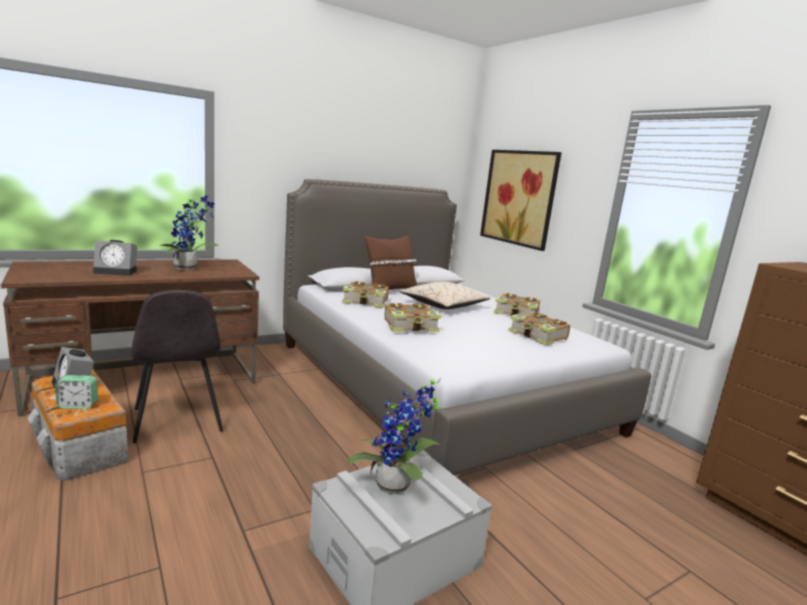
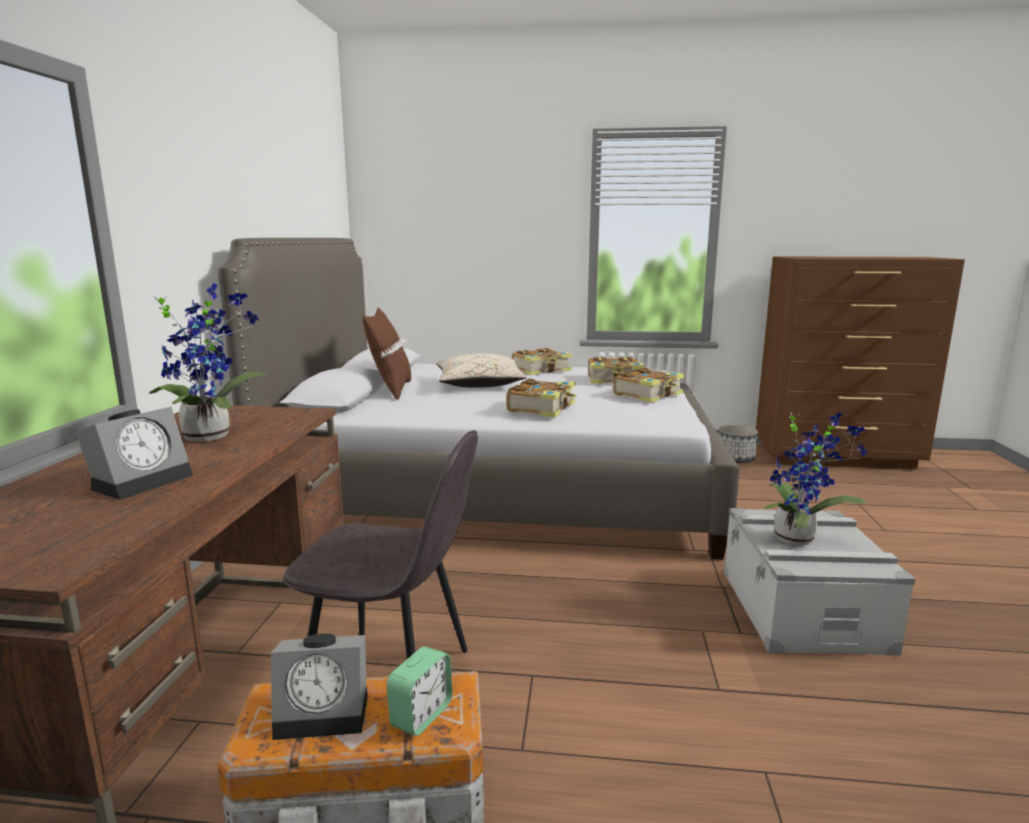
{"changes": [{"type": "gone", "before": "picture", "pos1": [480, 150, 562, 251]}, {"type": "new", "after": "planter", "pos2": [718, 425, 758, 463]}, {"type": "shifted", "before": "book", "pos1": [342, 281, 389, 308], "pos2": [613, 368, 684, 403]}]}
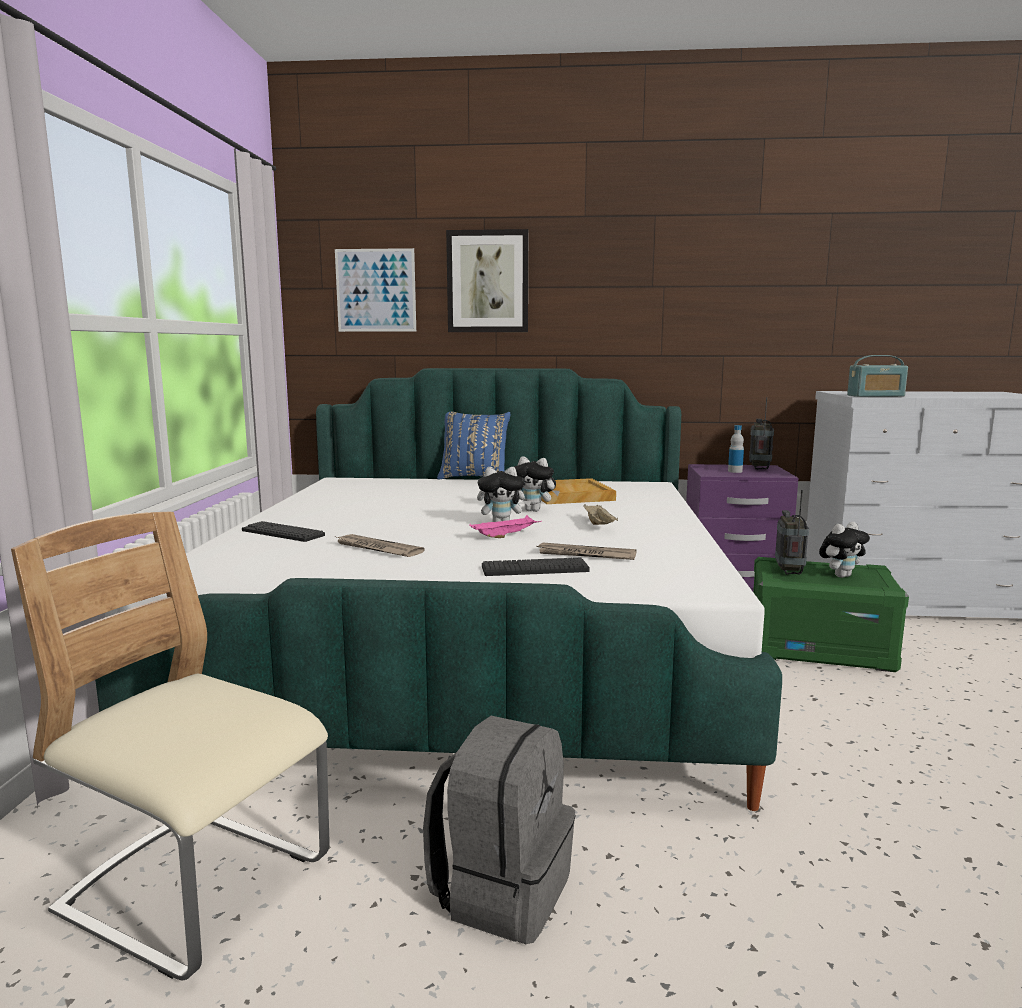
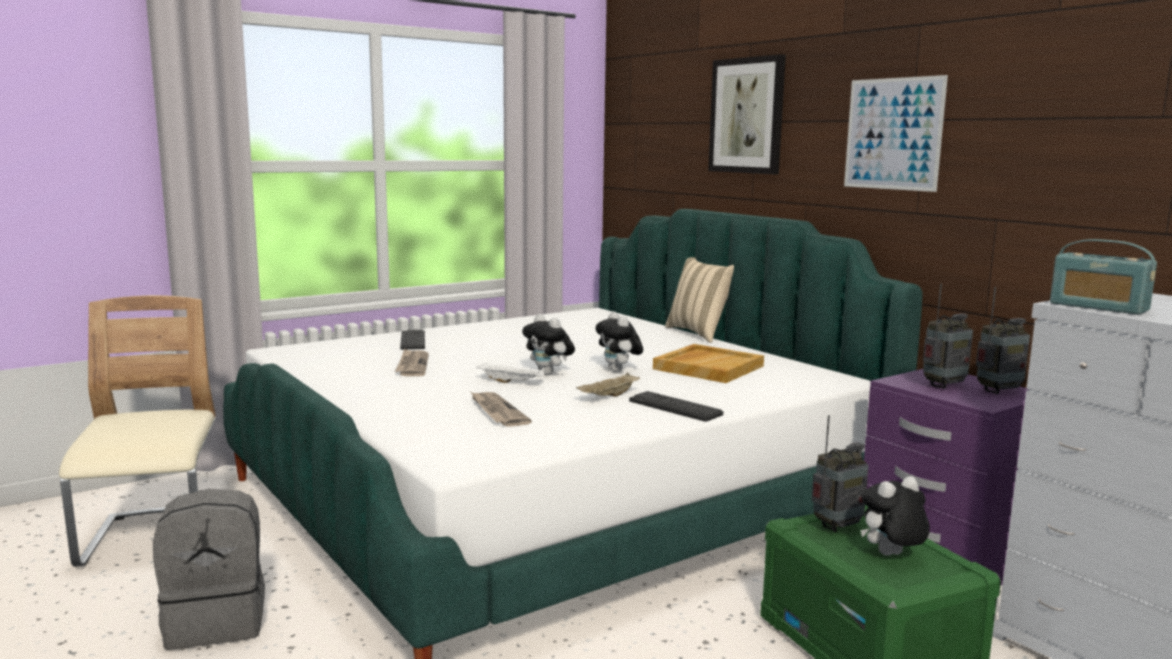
{"changes": [{"type": "shifted", "before": "picture", "pos1": [335, 248, 416, 332], "pos2": [844, 75, 948, 192]}, {"type": "shifted", "before": "keyboard", "pos1": [482, 558, 590, 576], "pos2": [629, 391, 723, 422]}, {"type": "swapped", "before": "bottle", "after": "radio", "pos1": [728, 425, 744, 473], "pos2": [923, 284, 973, 389]}, {"type": "repainted", "before": "blue pillow", "after": "beige pillow", "pos1": [437, 411, 510, 480], "pos2": [665, 257, 734, 343]}, {"type": "repainted", "before": "pink tray", "after": "white tray", "pos1": [469, 515, 541, 538], "pos2": [476, 363, 545, 383]}, {"type": "rotated", "before": "plush toy", "pos1": [819, 522, 870, 578], "pos2": [860, 476, 930, 556], "turn": 135}]}
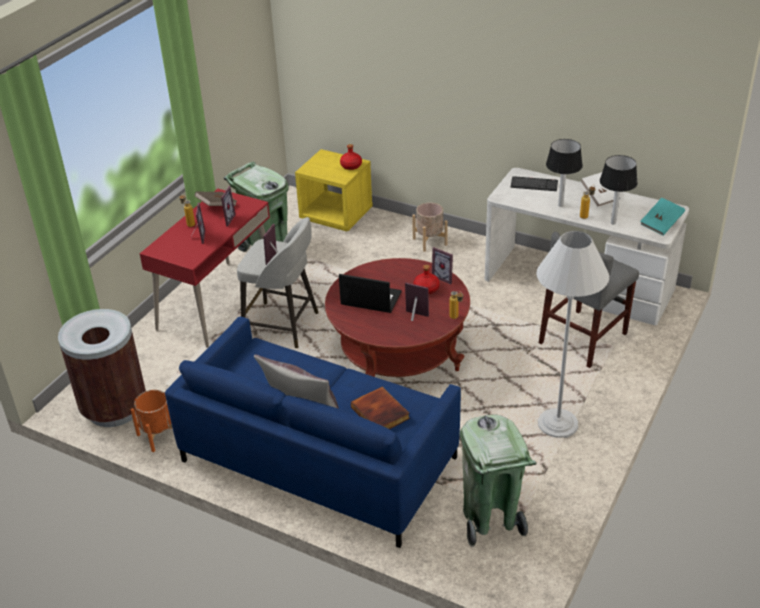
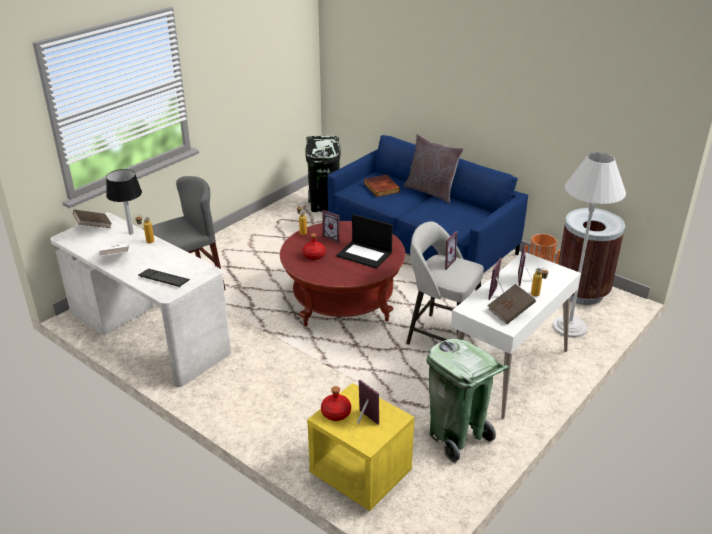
{"changes": [{"type": "gone", "before": "beige planter", "pos1": [412, 203, 448, 252]}, {"type": "gone", "before": "table lamp", "pos1": [546, 139, 583, 207]}, {"type": "shifted", "before": "picture frame", "pos1": [432, 247, 453, 284], "pos2": [357, 380, 379, 425]}, {"type": "shifted", "before": "white floor lamp", "pos1": [537, 231, 609, 438], "pos2": [553, 152, 626, 338]}, {"type": "repainted", "before": "red desk", "after": "white desk", "pos1": [140, 189, 270, 348], "pos2": [451, 252, 581, 419]}, {"type": "repainted", "before": "green trash can", "after": "black trash can", "pos1": [460, 414, 537, 547], "pos2": [305, 136, 340, 212]}, {"type": "repainted", "before": "turquoise book", "after": "brown book", "pos1": [640, 198, 685, 236], "pos2": [73, 210, 112, 228]}]}
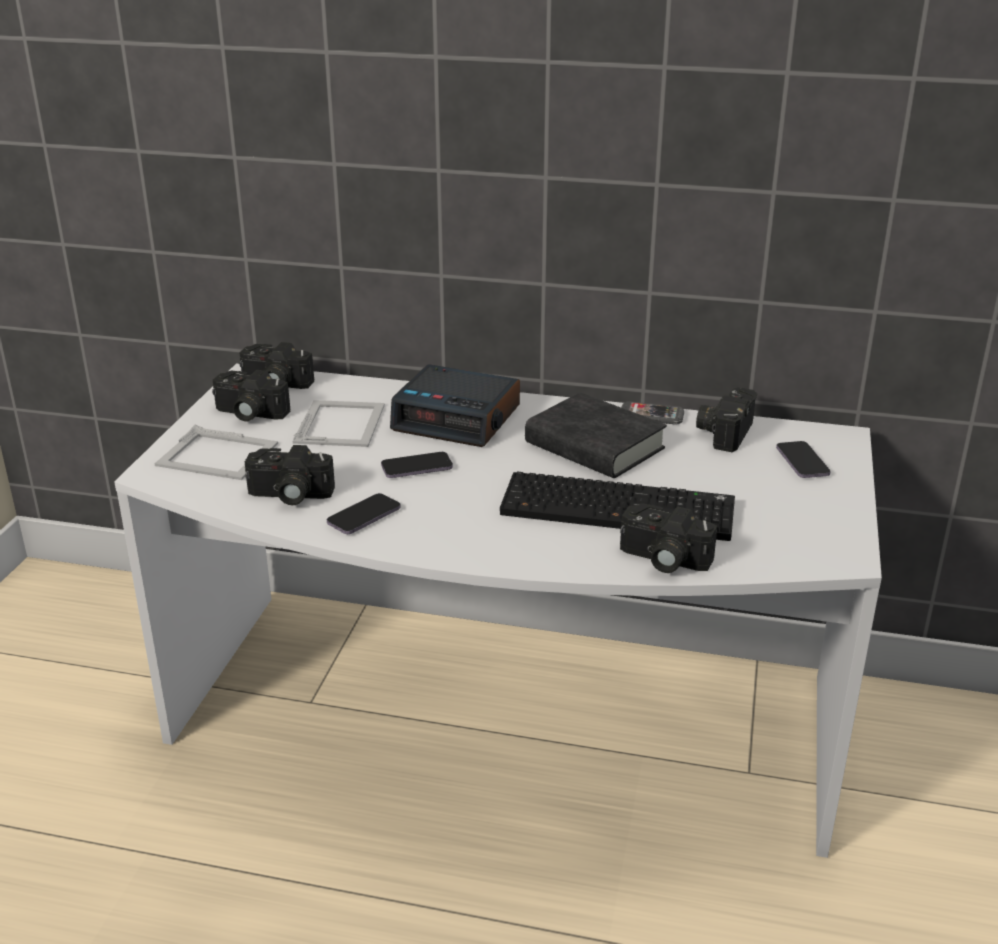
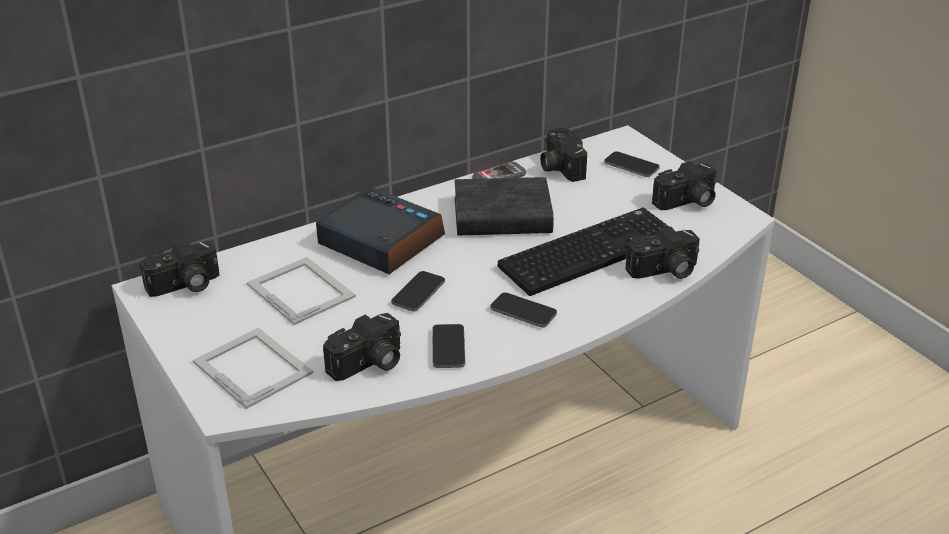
{"changes": [{"type": "new", "after": "phone", "pos2": [490, 292, 557, 327]}, {"type": "shifted", "before": "photo camera", "pos1": [212, 370, 291, 421], "pos2": [652, 161, 717, 210]}, {"type": "rotated", "before": "picture frame", "pos1": [154, 425, 278, 480], "pos2": [193, 328, 313, 409], "turn": -105}, {"type": "rotated", "before": "alarm clock", "pos1": [390, 364, 520, 447], "pos2": [316, 186, 445, 274], "turn": -120}]}
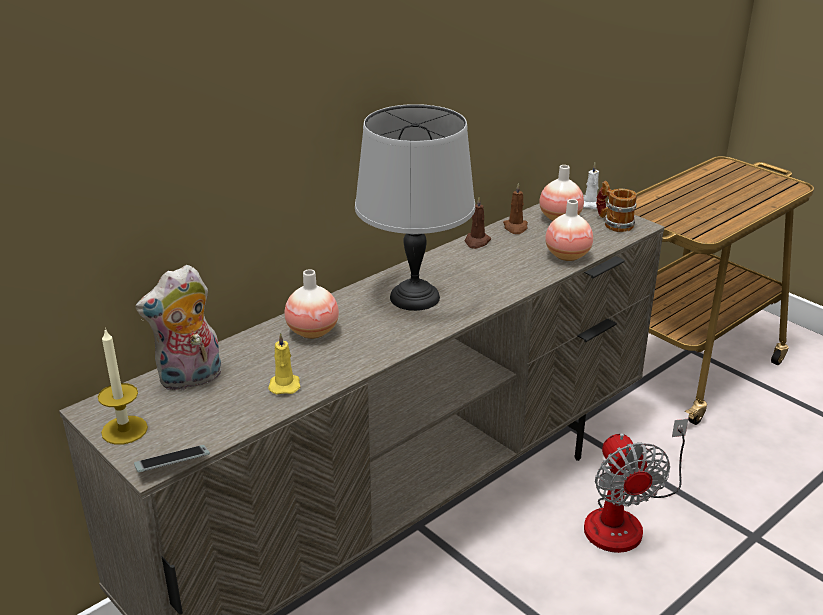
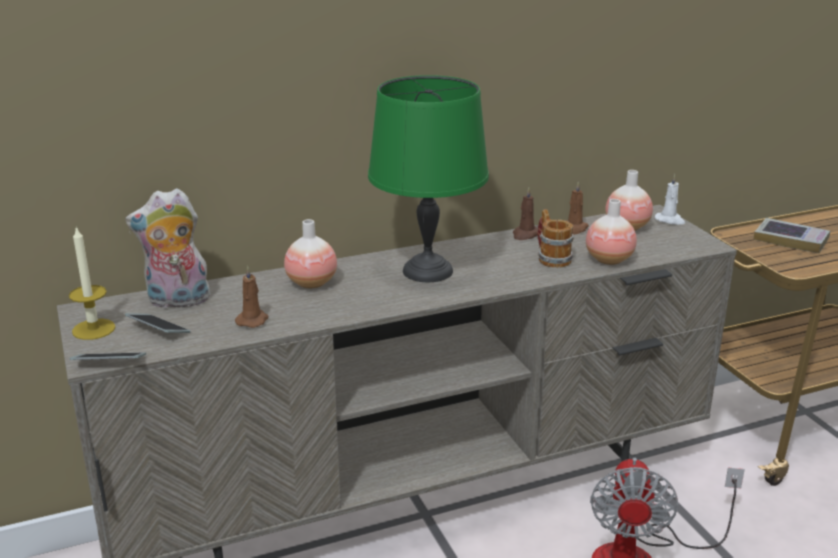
{"changes": [{"type": "new", "after": "phone", "pos2": [125, 313, 191, 333]}, {"type": "new", "after": "book", "pos2": [753, 218, 830, 253]}, {"type": "shifted", "before": "mug", "pos1": [596, 181, 637, 232], "pos2": [537, 209, 574, 268]}, {"type": "repainted", "before": "yellow candle", "after": "brown candle", "pos1": [268, 333, 301, 394], "pos2": [235, 266, 269, 328]}, {"type": "repainted", "before": "grey table lamp", "after": "green table lamp", "pos1": [355, 104, 475, 311], "pos2": [368, 75, 489, 282]}]}
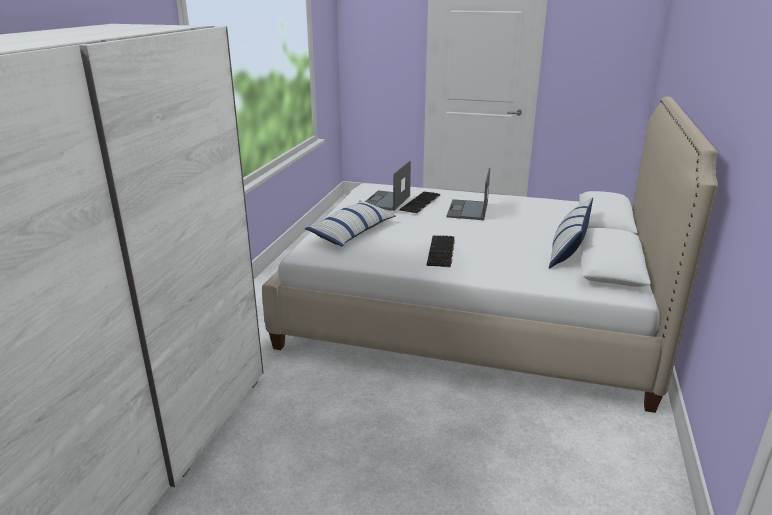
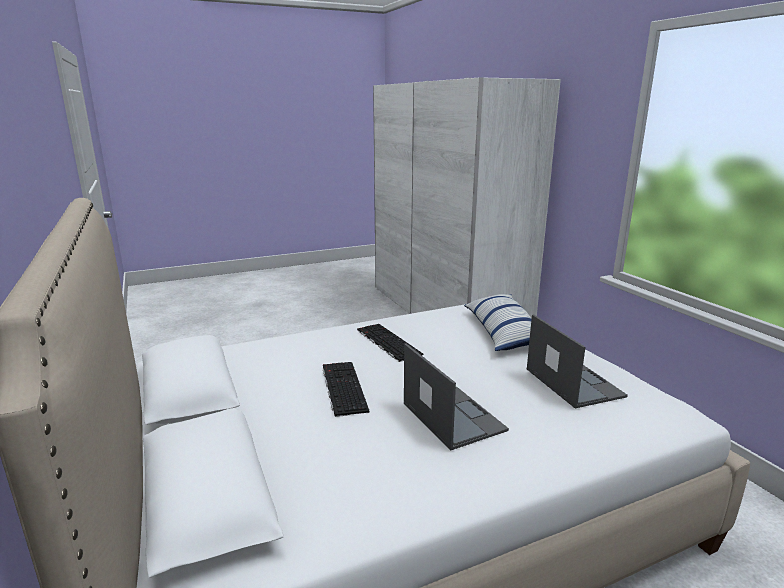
{"changes": [{"type": "gone", "before": "pillow", "pos1": [549, 198, 593, 268]}, {"type": "shifted", "before": "keyboard", "pos1": [399, 192, 440, 214], "pos2": [323, 362, 369, 417]}]}
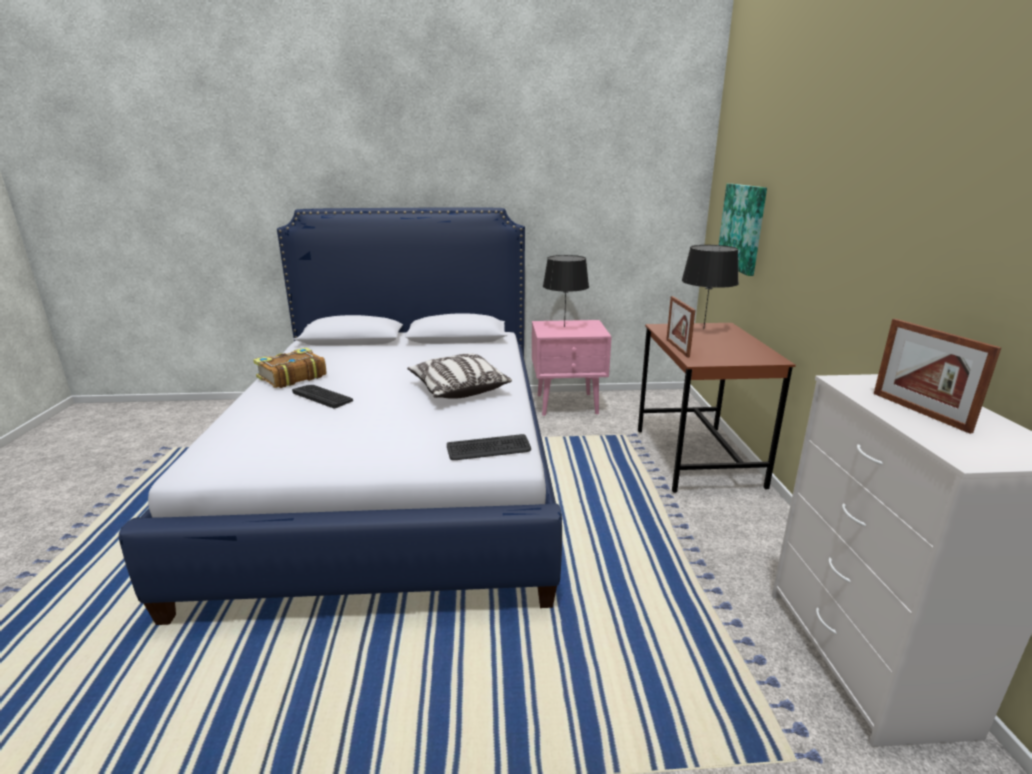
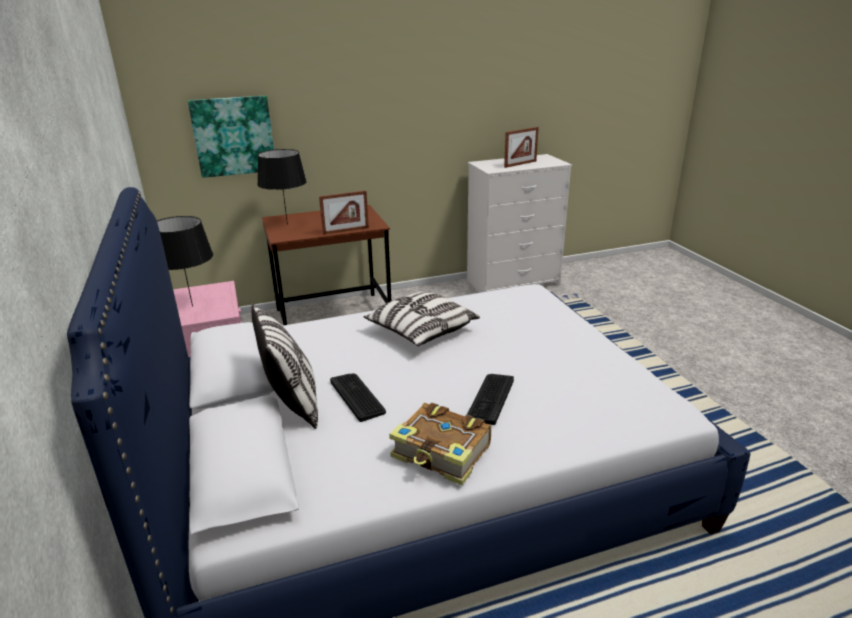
{"changes": [{"type": "new", "after": "pillow", "pos2": [251, 303, 318, 429]}, {"type": "shifted", "before": "keyboard", "pos1": [447, 434, 531, 460], "pos2": [330, 374, 386, 422]}]}
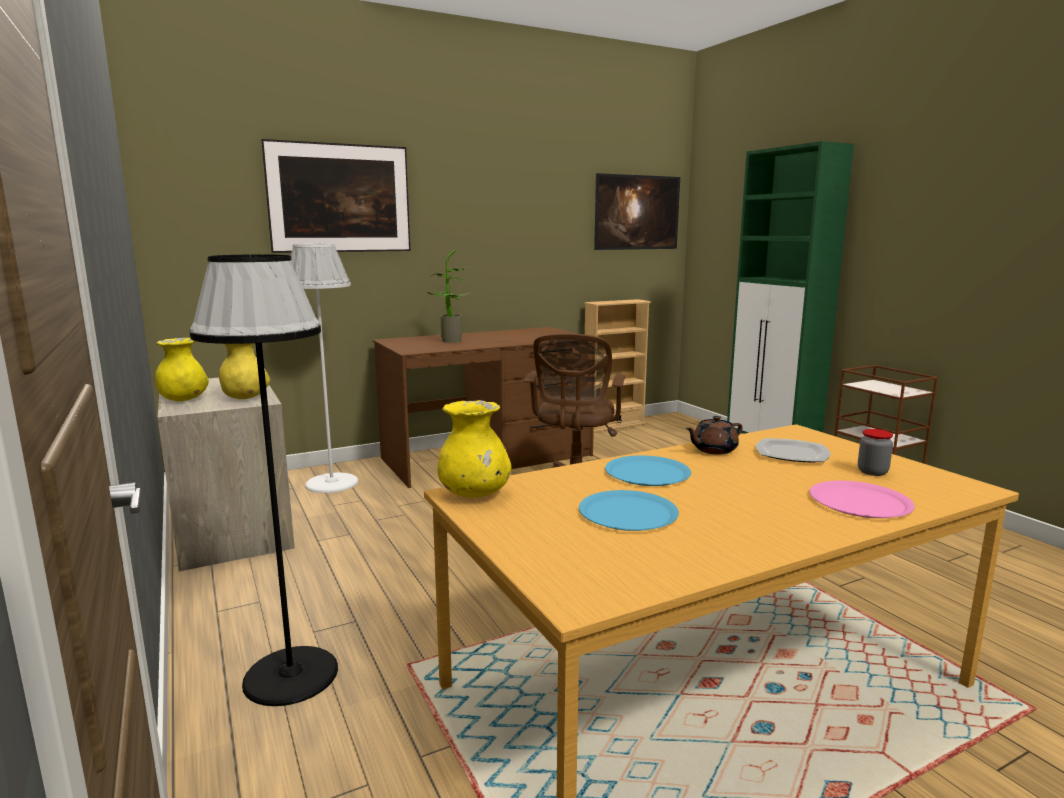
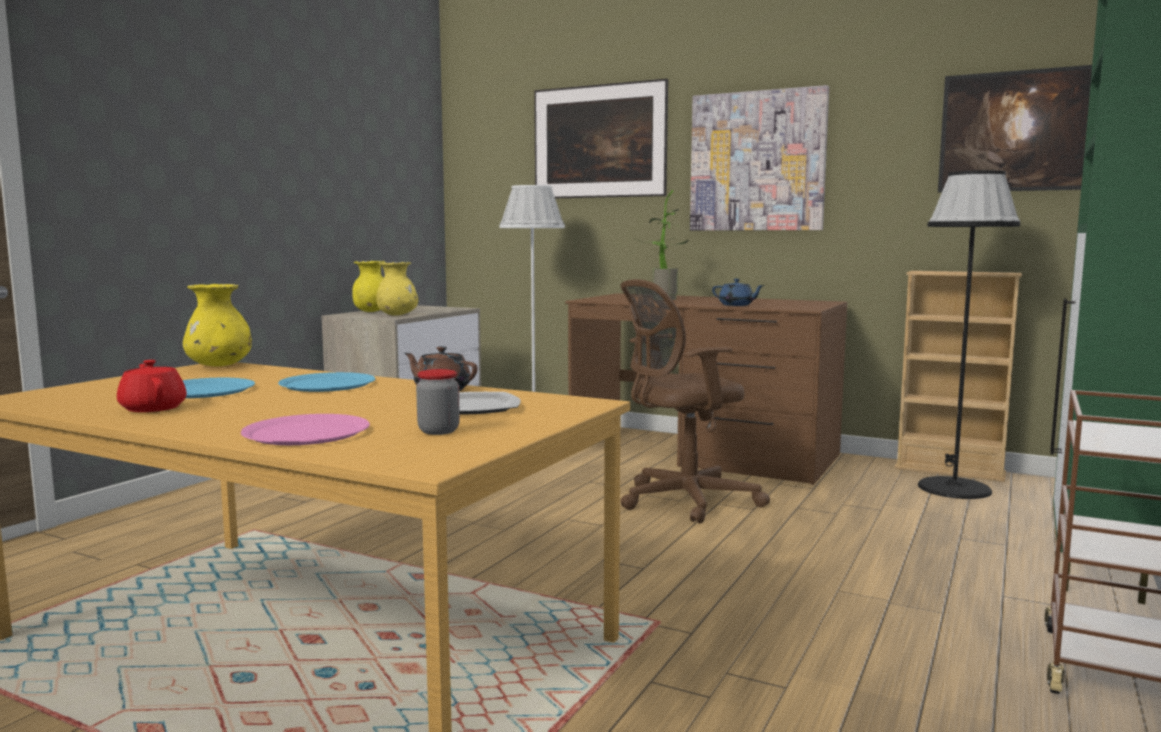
{"changes": [{"type": "new", "after": "red teapot", "pos2": [117, 360, 187, 412]}, {"type": "new", "after": "picture", "pos2": [690, 85, 829, 230]}, {"type": "new", "after": "blue teapot", "pos2": [712, 279, 765, 306]}, {"type": "shifted", "before": "black floor lamp", "pos1": [190, 254, 338, 706], "pos2": [918, 170, 1020, 499]}]}
